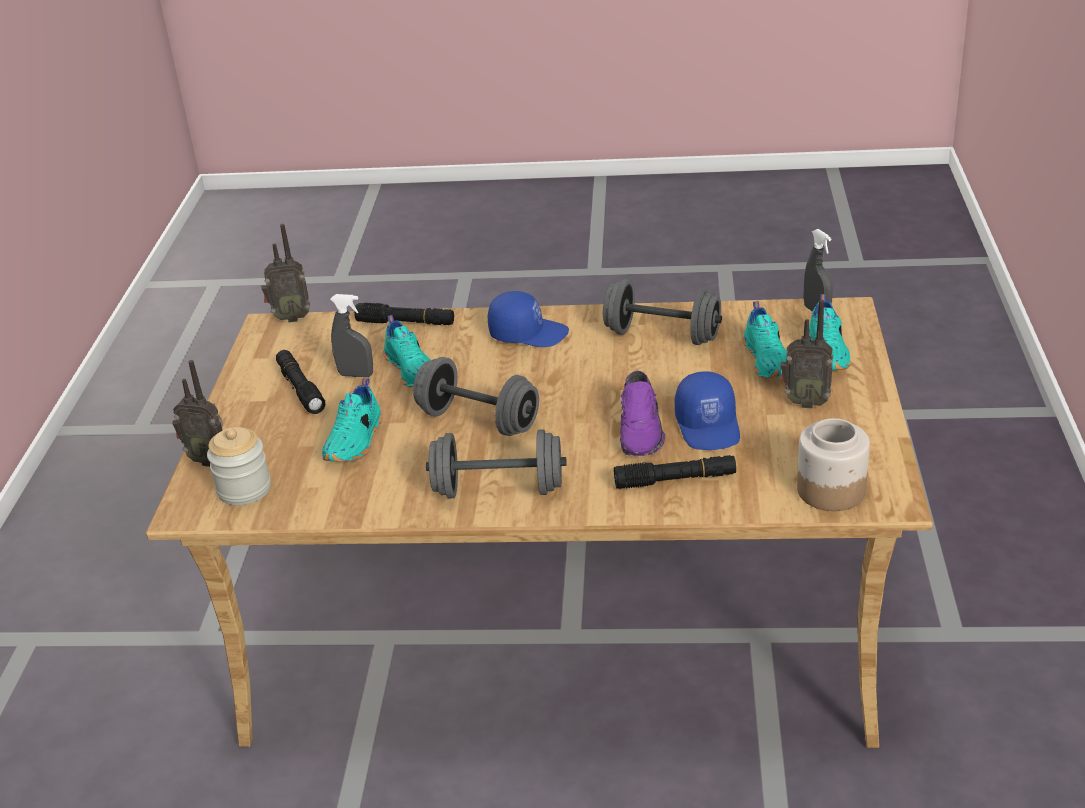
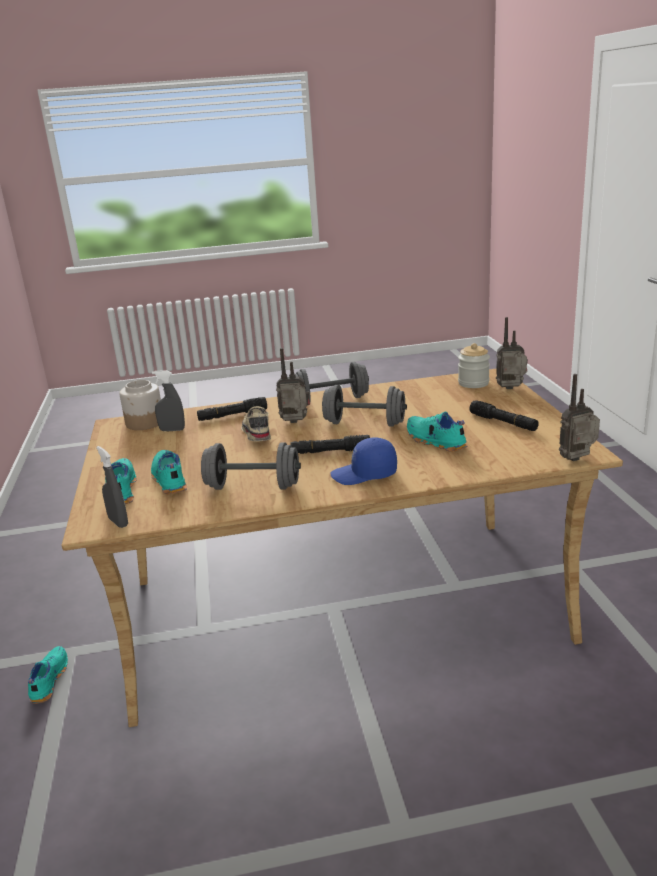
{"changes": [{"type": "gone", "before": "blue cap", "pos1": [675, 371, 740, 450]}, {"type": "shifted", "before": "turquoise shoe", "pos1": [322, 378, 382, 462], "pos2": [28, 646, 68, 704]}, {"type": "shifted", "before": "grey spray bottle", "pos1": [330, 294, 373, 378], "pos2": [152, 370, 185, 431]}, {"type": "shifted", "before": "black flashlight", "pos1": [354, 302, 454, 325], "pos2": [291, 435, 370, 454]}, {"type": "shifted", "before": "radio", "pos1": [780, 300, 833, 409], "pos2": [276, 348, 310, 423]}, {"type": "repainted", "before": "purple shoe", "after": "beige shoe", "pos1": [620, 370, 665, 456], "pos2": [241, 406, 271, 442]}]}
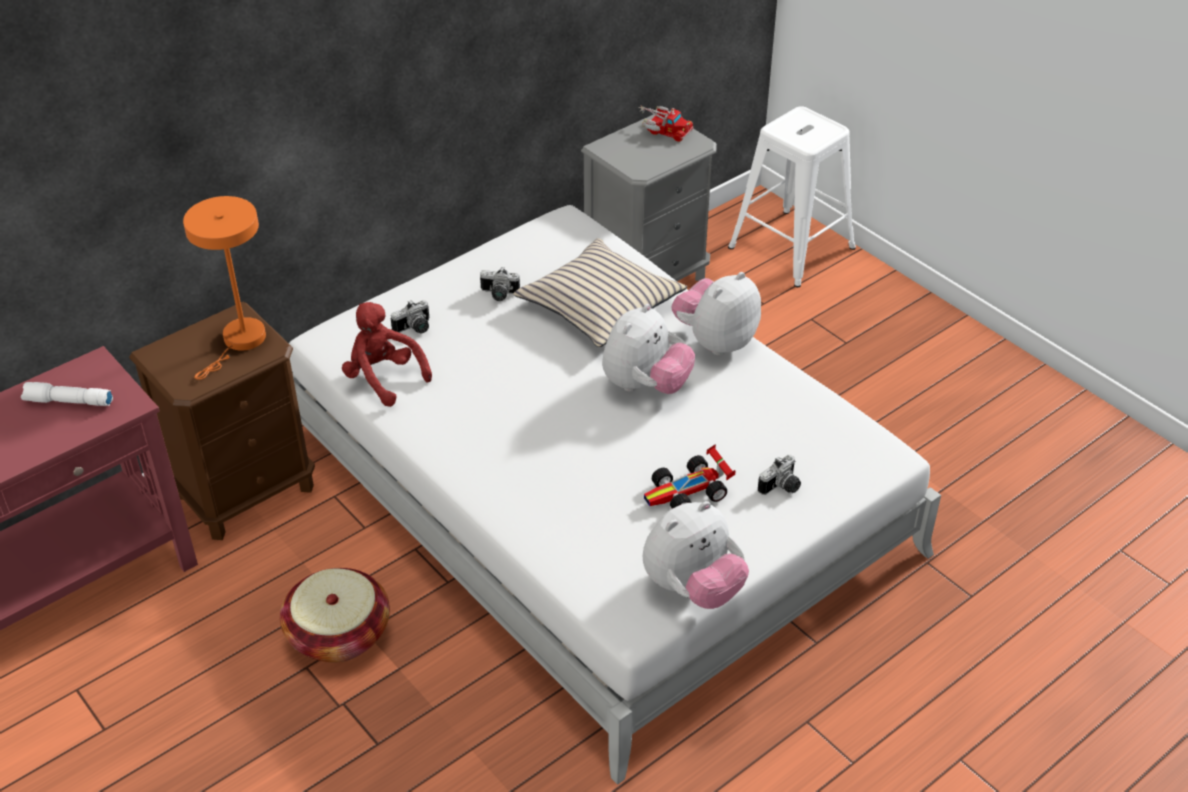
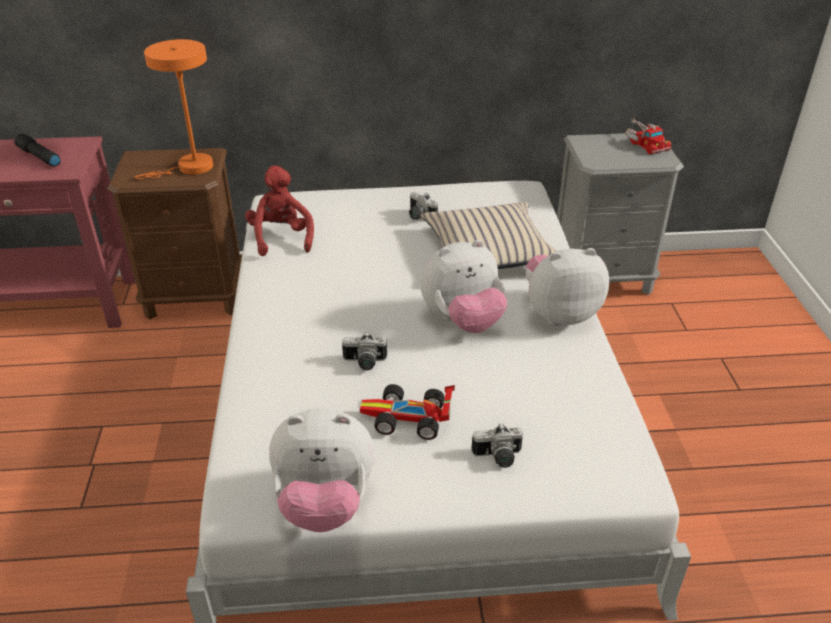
{"changes": [{"type": "gone", "before": "basket", "pos1": [280, 568, 390, 662]}, {"type": "gone", "before": "white stool", "pos1": [728, 106, 856, 287]}, {"type": "shifted", "before": "photo camera", "pos1": [391, 300, 429, 333], "pos2": [342, 332, 387, 370]}, {"type": "repainted", "before": "white flashlight", "after": "black flashlight", "pos1": [21, 382, 113, 406], "pos2": [14, 134, 61, 167]}]}
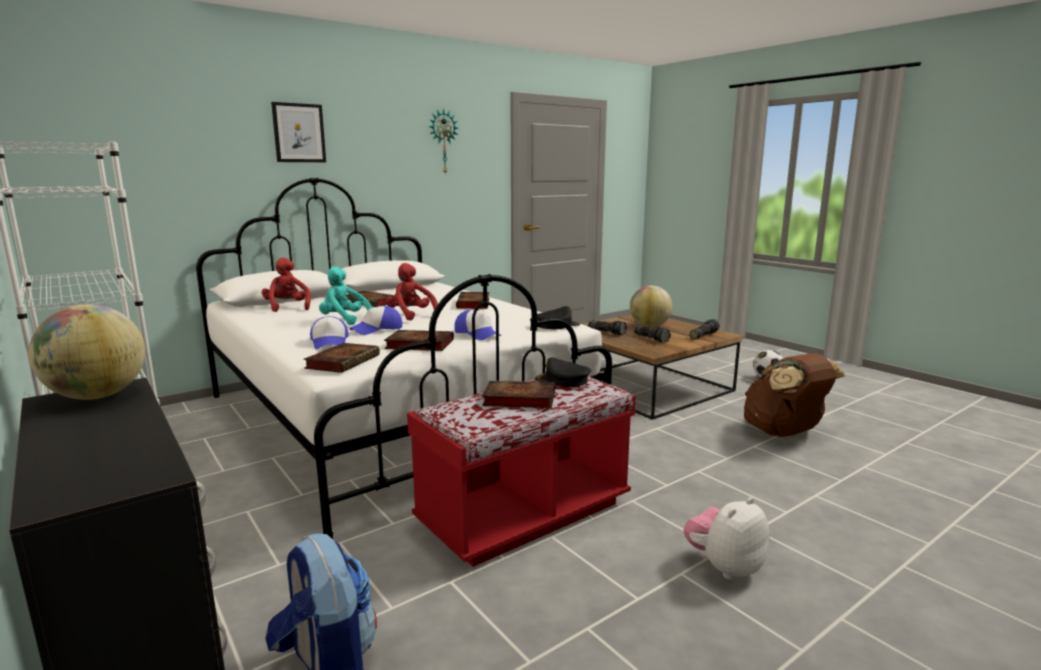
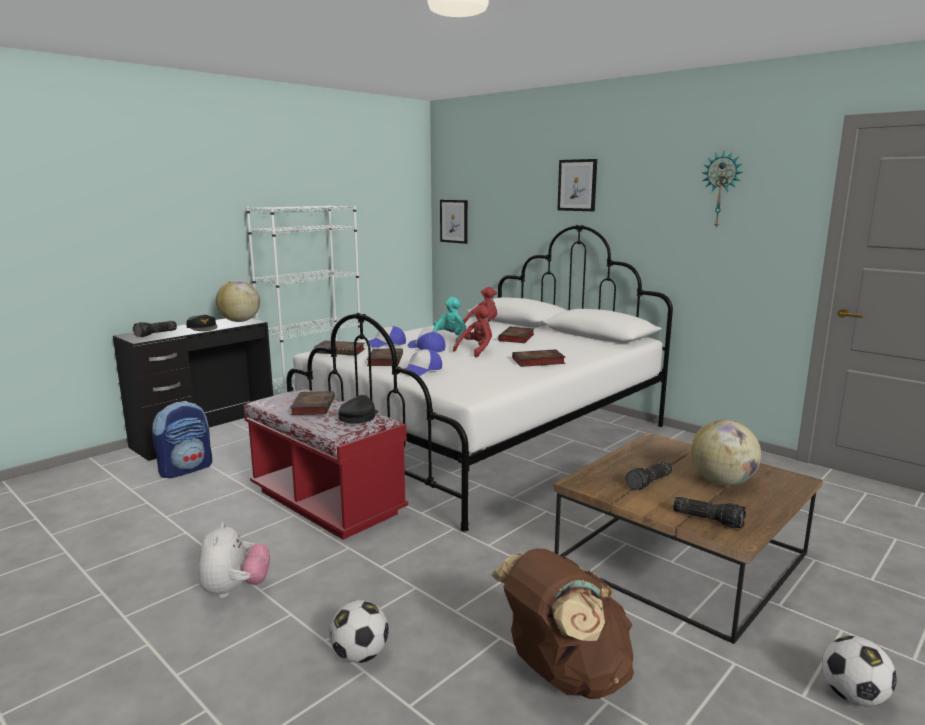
{"changes": [{"type": "new", "after": "football", "pos2": [329, 600, 389, 663]}, {"type": "new", "after": "picture", "pos2": [440, 200, 468, 244]}, {"type": "shifted", "before": "black cap", "pos1": [537, 306, 580, 329], "pos2": [186, 315, 217, 331]}, {"type": "shifted", "before": "flashlight", "pos1": [588, 320, 627, 335], "pos2": [133, 321, 177, 337]}, {"type": "rotated", "before": "plush toy", "pos1": [684, 497, 769, 580], "pos2": [198, 522, 270, 598], "turn": 45}]}
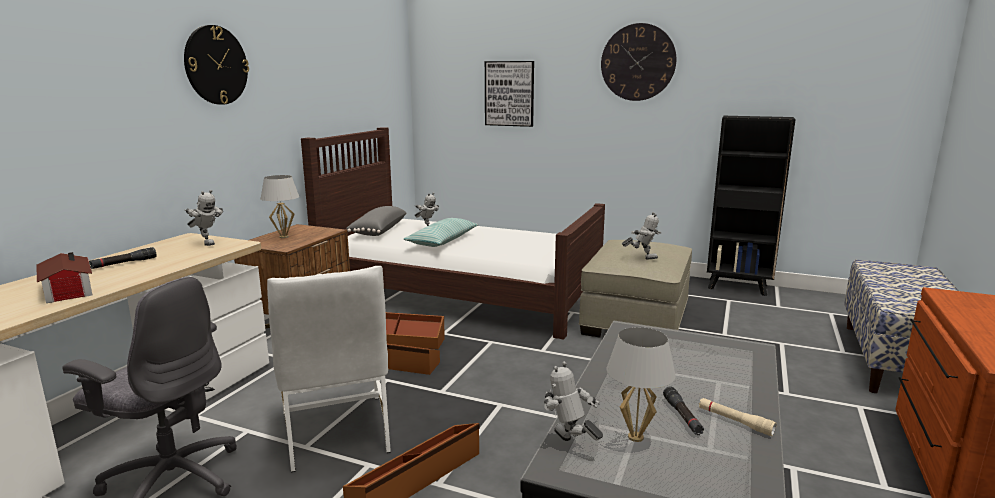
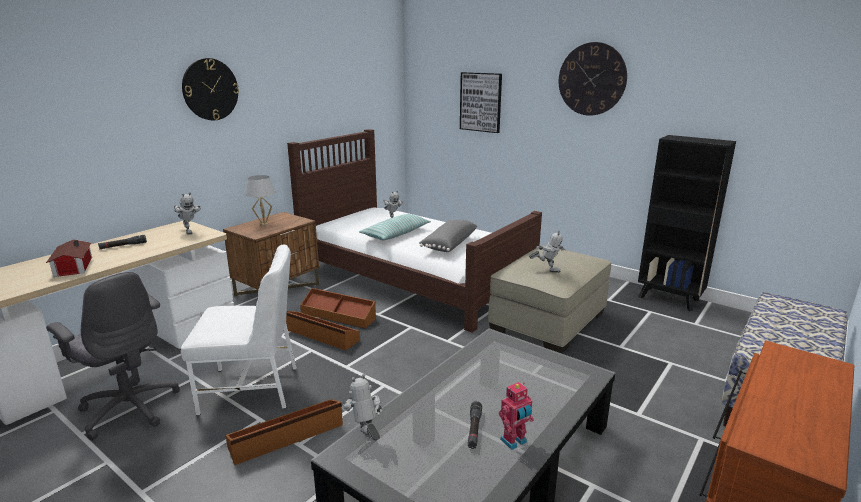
{"changes": [{"type": "gone", "before": "white table lamp", "pos1": [607, 327, 676, 442]}, {"type": "shifted", "before": "grey pillow", "pos1": [346, 206, 406, 236], "pos2": [419, 220, 477, 252]}, {"type": "swapped", "before": "beige flashlight", "after": "toy robot", "pos1": [699, 398, 777, 436], "pos2": [499, 382, 534, 450]}, {"type": "rotated", "before": "white chair", "pos1": [267, 266, 391, 472], "pos2": [181, 244, 297, 416], "turn": -90}]}
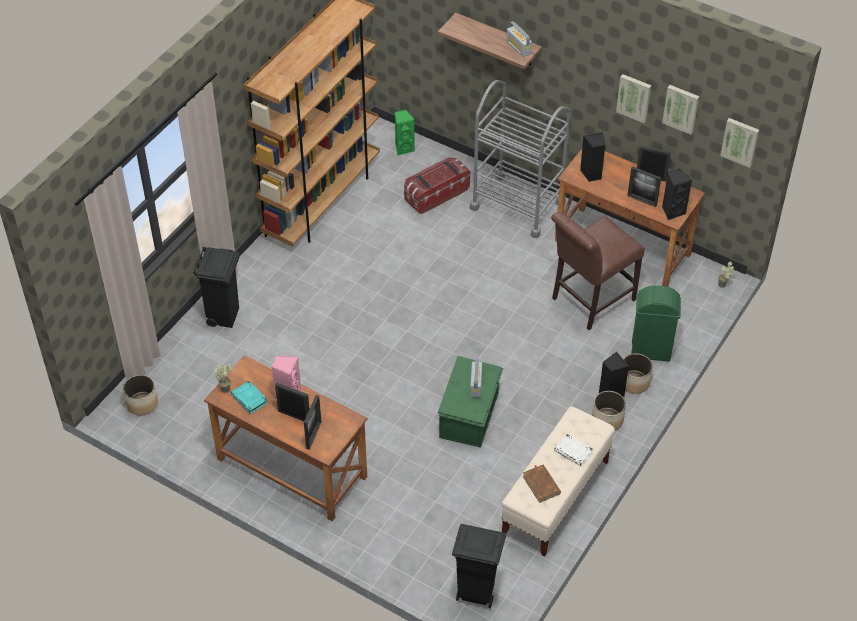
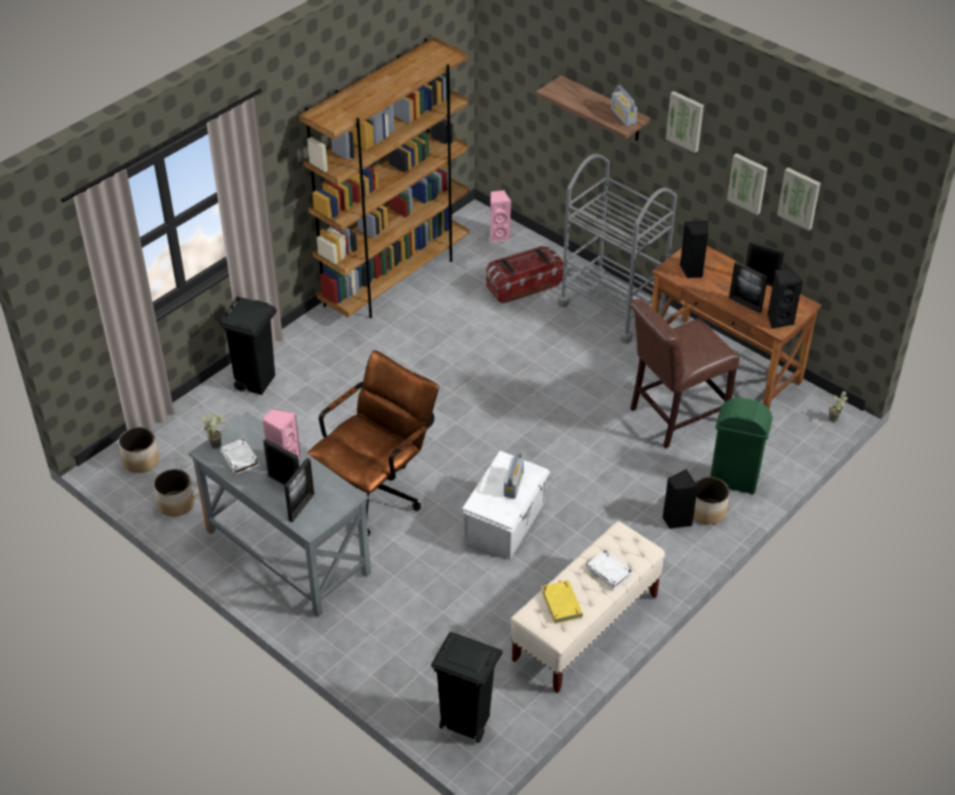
{"changes": [{"type": "new", "after": "brown office chair", "pos2": [307, 350, 439, 536]}, {"type": "shifted", "before": "planter", "pos1": [592, 391, 626, 431], "pos2": [153, 469, 195, 517]}, {"type": "shifted", "before": "picture", "pos1": [720, 118, 759, 168], "pos2": [666, 91, 704, 153]}, {"type": "repainted", "before": "brown desk", "after": "grey desk", "pos1": [204, 355, 367, 521], "pos2": [189, 412, 371, 617]}, {"type": "repainted", "before": "turquoise book", "after": "white book", "pos1": [231, 381, 268, 414], "pos2": [220, 438, 260, 475]}, {"type": "repainted", "before": "green speaker", "after": "pink speaker", "pos1": [395, 110, 415, 156], "pos2": [490, 190, 511, 242]}, {"type": "repainted", "before": "green storage box", "after": "white storage box", "pos1": [438, 356, 503, 448], "pos2": [462, 451, 551, 559]}, {"type": "repainted", "before": "brown book", "after": "yellow book", "pos1": [523, 464, 561, 503], "pos2": [542, 580, 583, 624]}]}
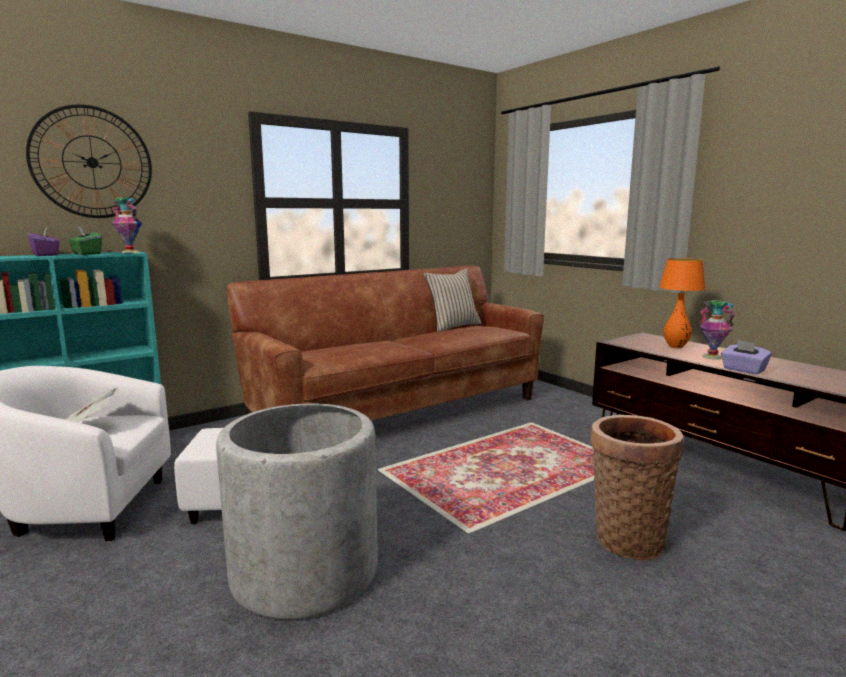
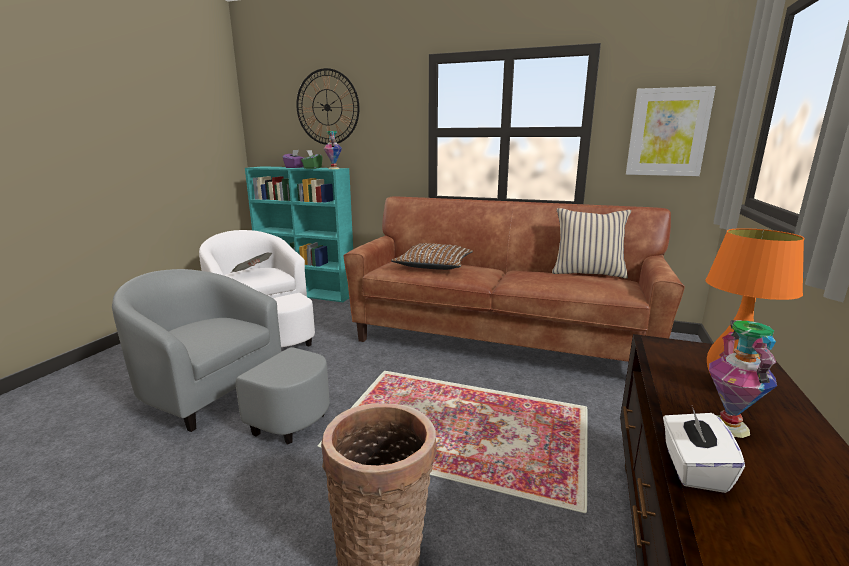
{"changes": [{"type": "new", "after": "brown pillow", "pos2": [391, 243, 473, 270]}, {"type": "new", "after": "picture", "pos2": [626, 86, 716, 176]}, {"type": "swapped", "before": "grey planter", "after": "grey armchair", "pos1": [216, 404, 378, 620], "pos2": [112, 269, 330, 445]}, {"type": "repainted", "before": "purple tissue box", "after": "white tissue box", "pos1": [721, 340, 772, 374], "pos2": [663, 407, 745, 493]}]}
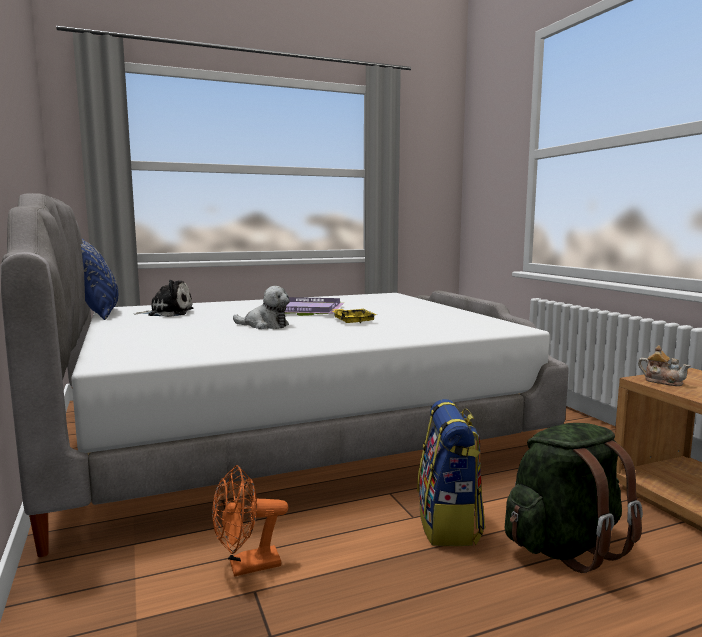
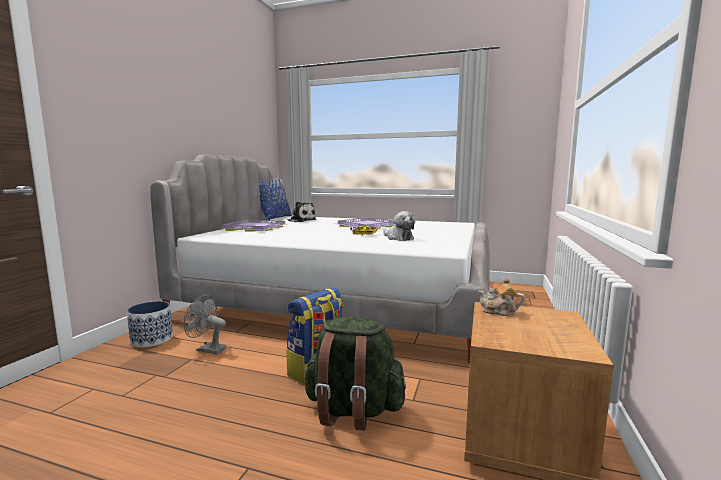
{"changes": [{"type": "new", "after": "planter", "pos2": [127, 301, 173, 347]}, {"type": "new", "after": "purple tray", "pos2": [222, 219, 287, 232]}, {"type": "shifted", "before": "plush toy", "pos1": [233, 286, 290, 329], "pos2": [383, 211, 415, 241]}, {"type": "repainted", "before": "orange fan", "after": "grey fan", "pos1": [212, 465, 288, 577], "pos2": [184, 295, 227, 355]}, {"type": "rotated", "before": "teapot", "pos1": [638, 345, 691, 386], "pos2": [478, 278, 525, 316], "turn": 105}]}
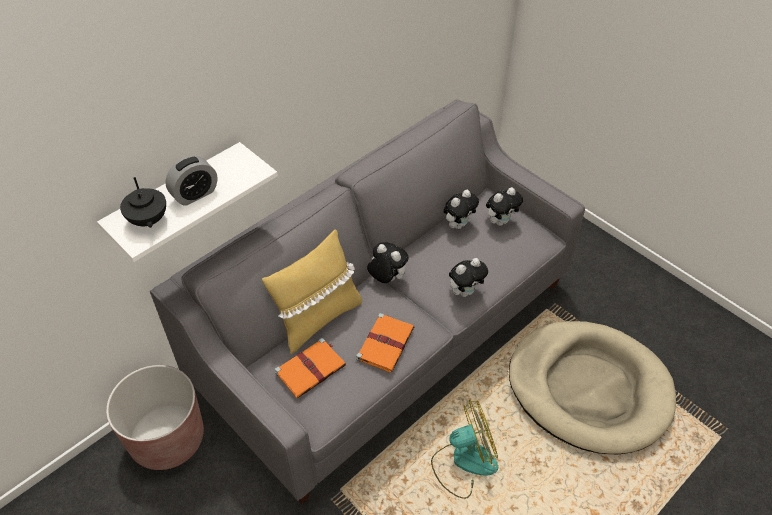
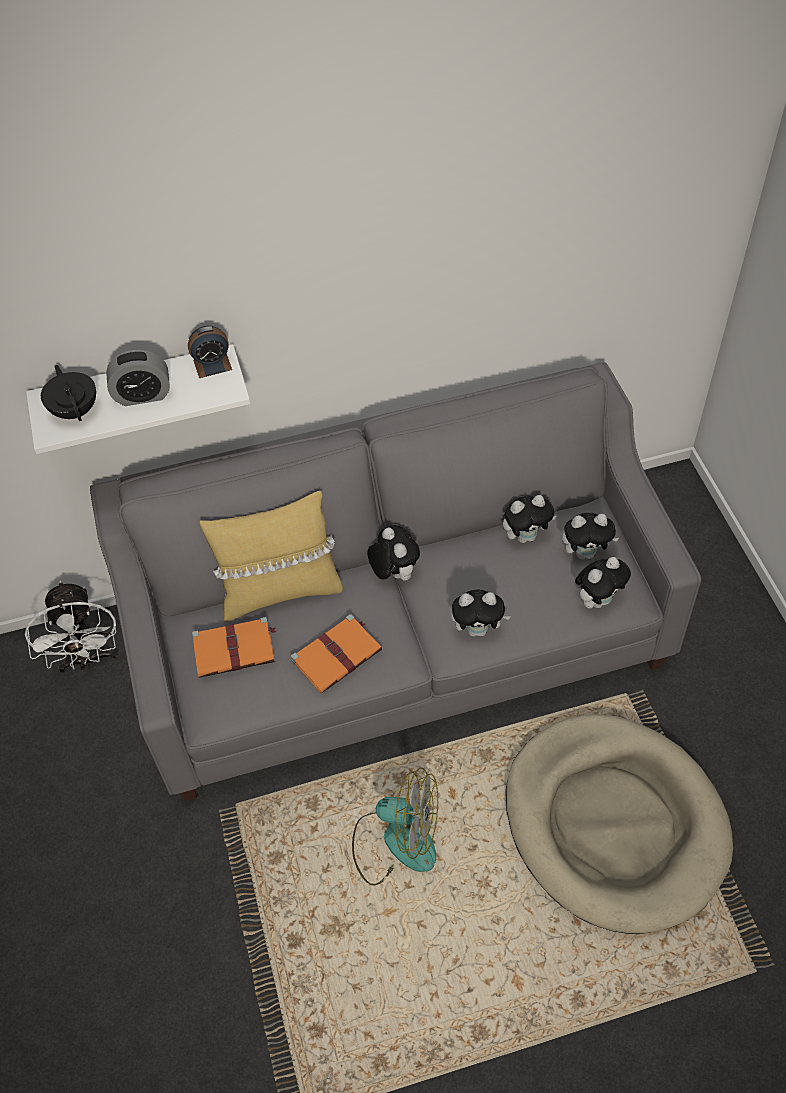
{"changes": [{"type": "new", "after": "alarm clock", "pos2": [188, 326, 232, 378]}, {"type": "new", "after": "plush toy", "pos2": [575, 557, 631, 609]}, {"type": "swapped", "before": "brown planter", "after": "white fan", "pos1": [106, 365, 204, 470], "pos2": [25, 581, 118, 673]}, {"type": "rotated", "before": "black teapot", "pos1": [120, 177, 166, 228], "pos2": [41, 365, 96, 421], "turn": 150}]}
